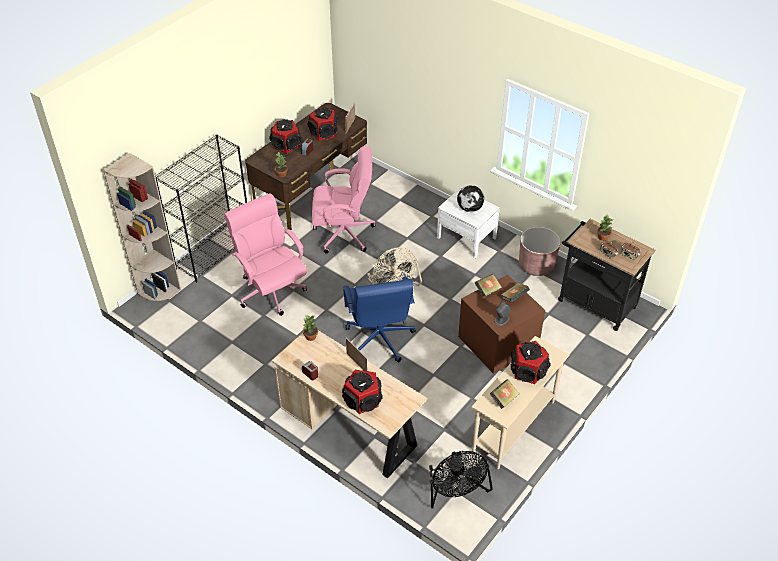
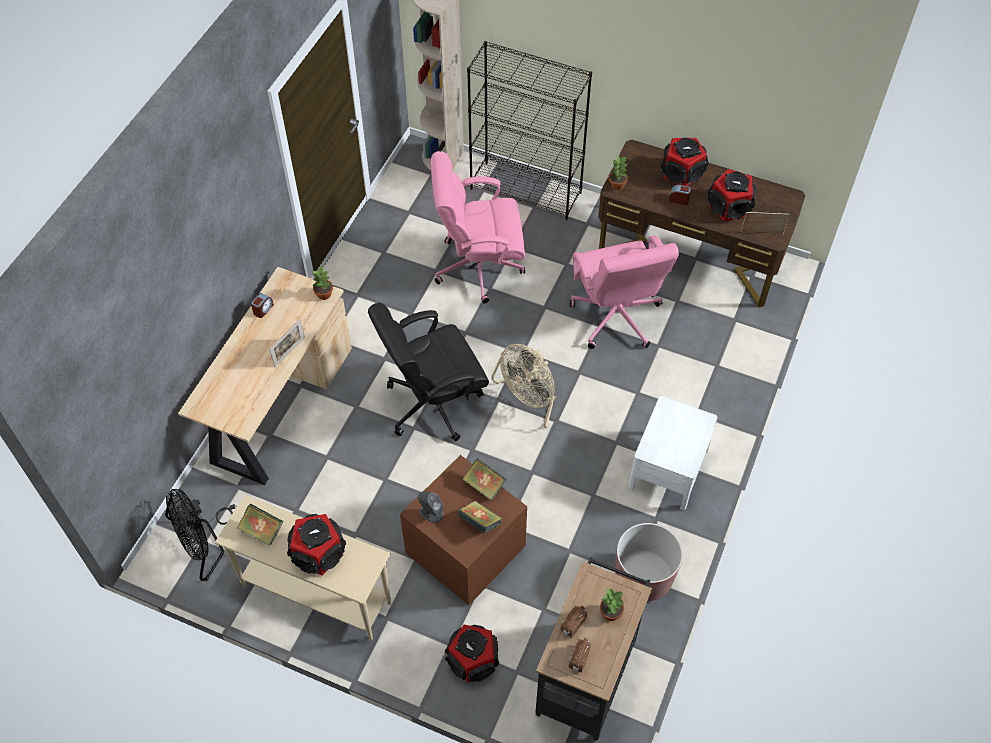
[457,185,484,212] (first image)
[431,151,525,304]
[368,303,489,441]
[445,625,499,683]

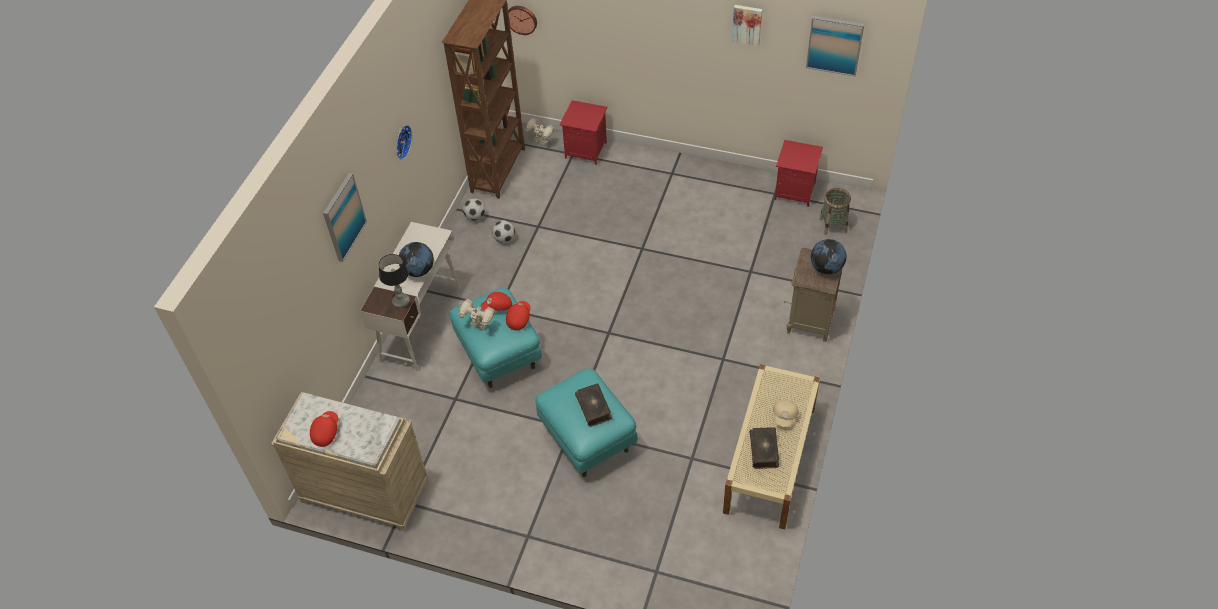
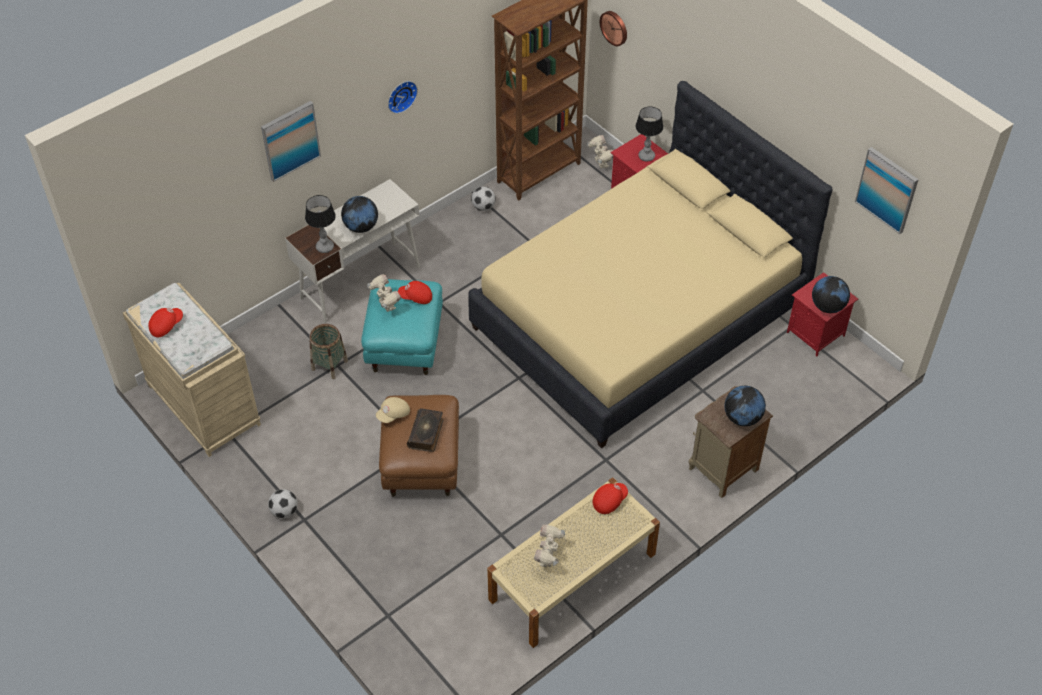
[732,5,762,46] (first image)
[310,324,348,379]
[268,489,298,518]
[593,483,628,514]
[379,395,459,497]
[376,397,410,423]
[534,524,565,567]
[468,81,832,448]
[635,107,663,161]
[812,276,850,313]

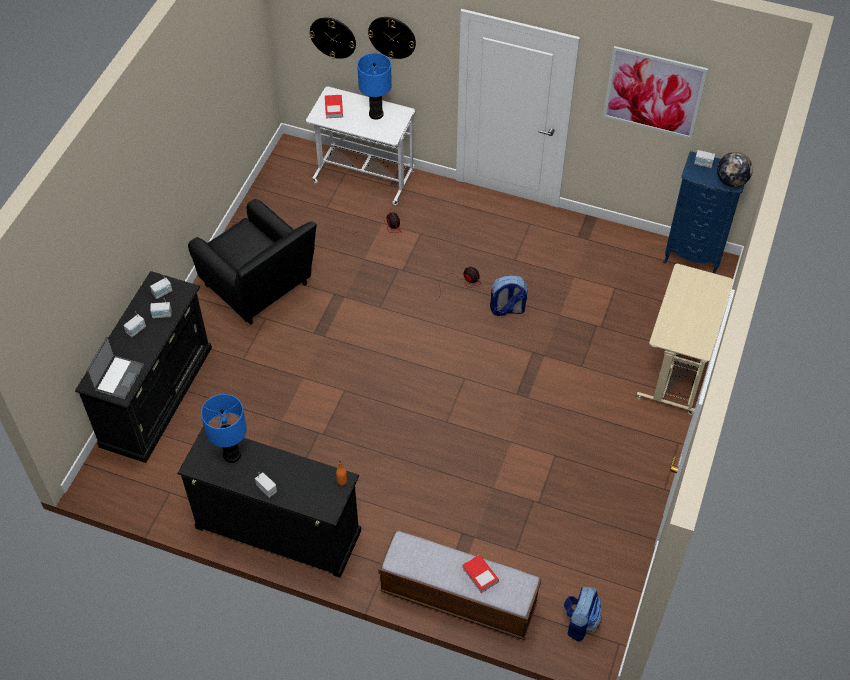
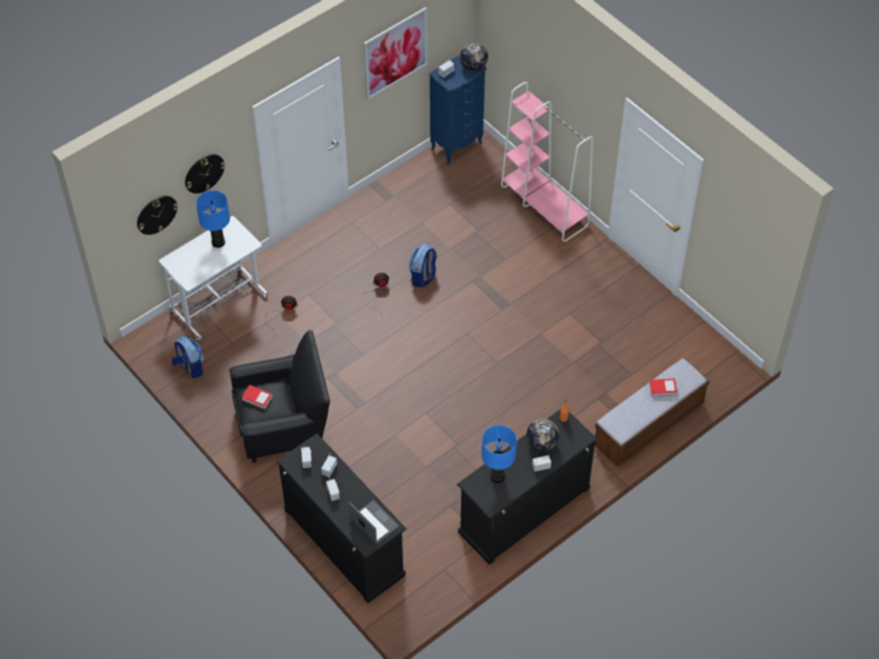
[242,385,273,409]
[501,82,593,242]
[172,335,204,378]
[526,419,559,451]

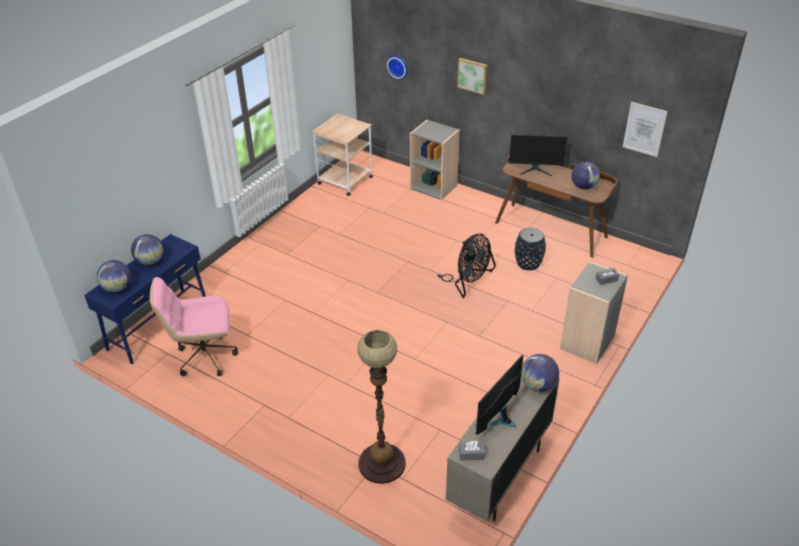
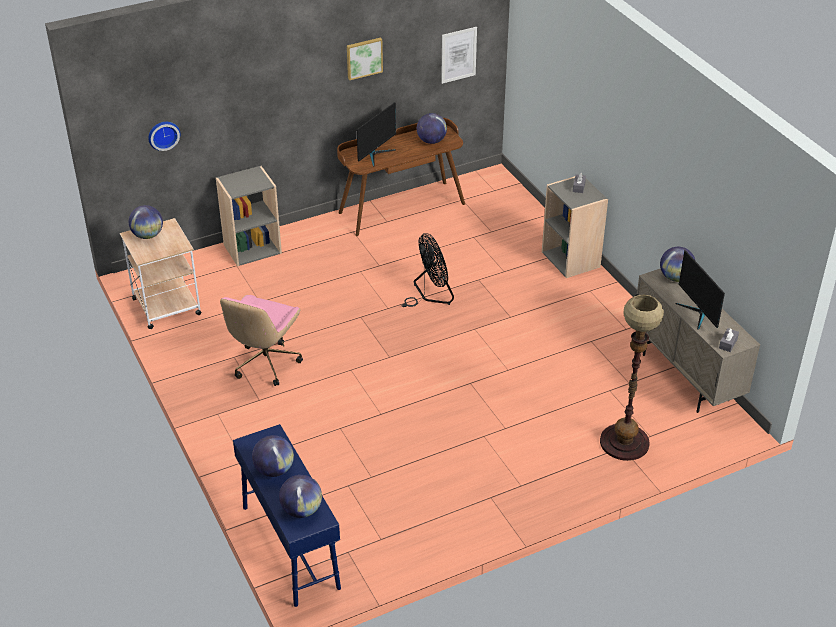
[347,38,383,80]
[515,228,546,270] (first image)
[220,295,303,386]
[129,205,163,239]

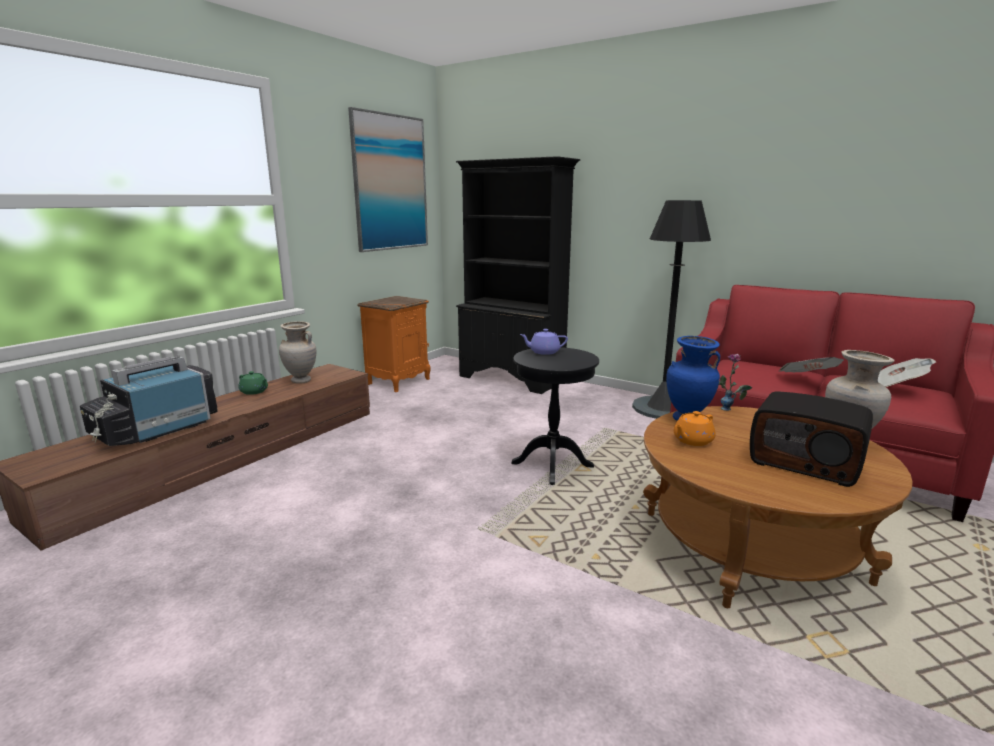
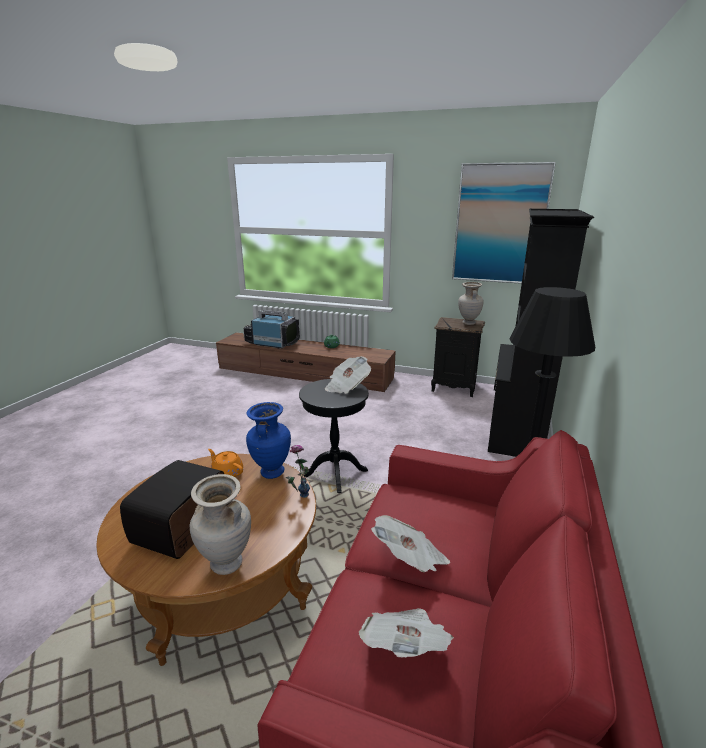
[431,317,485,397]
[458,282,484,325]
[325,356,371,394]

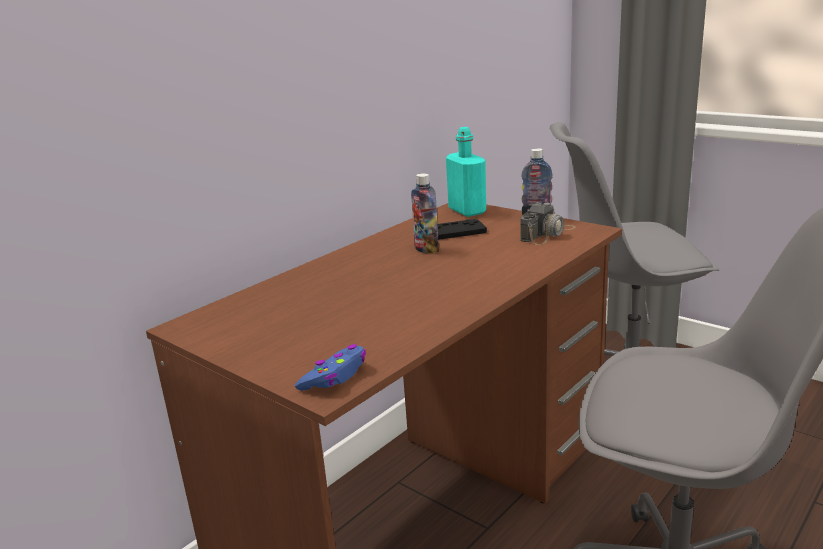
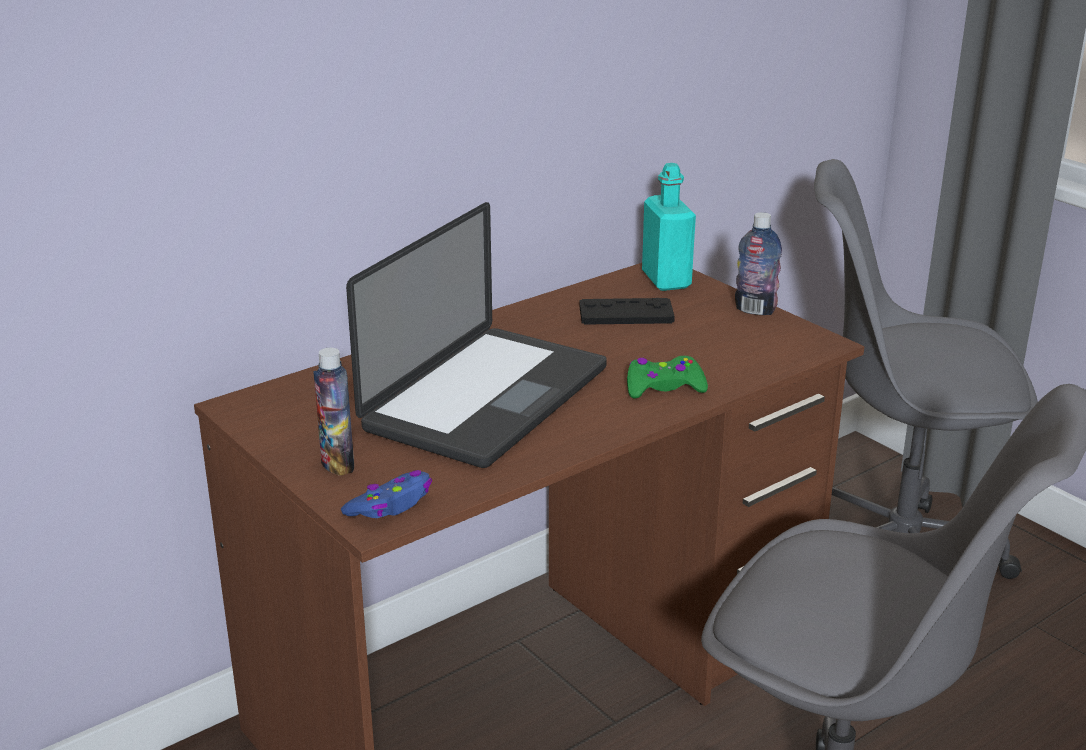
[314,348,354,476]
[520,202,576,245] (first image)
[346,202,607,468]
[627,356,708,398]

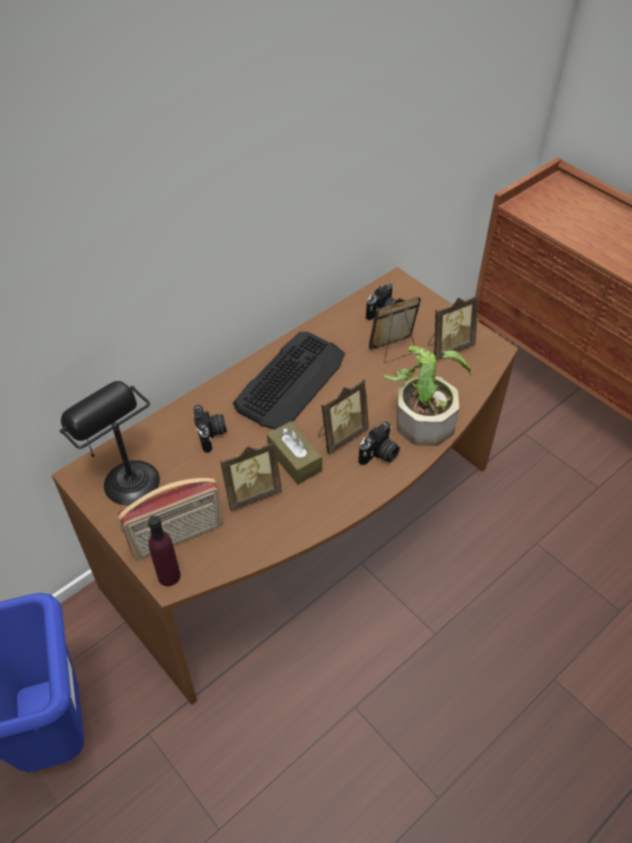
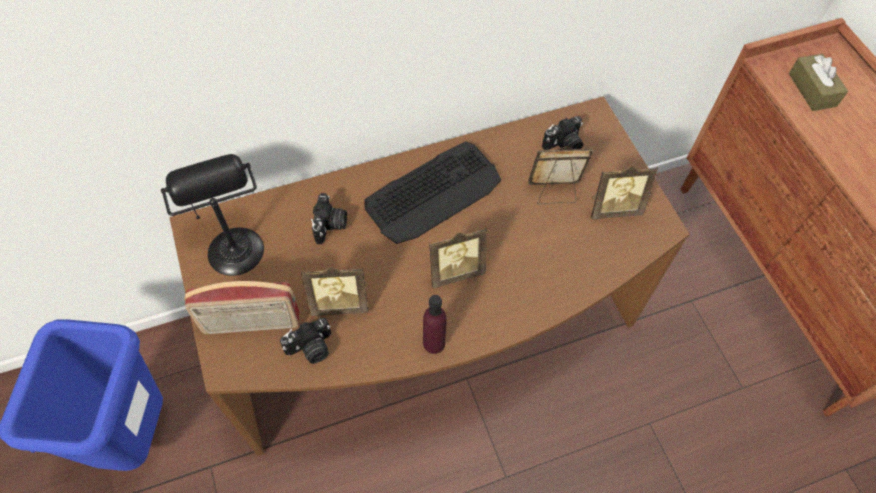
[383,346,471,446] (first image)
[789,54,848,111]
[280,318,331,364]
[423,295,447,354]

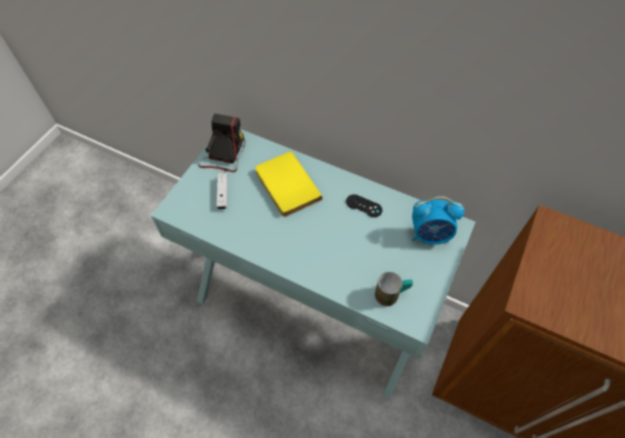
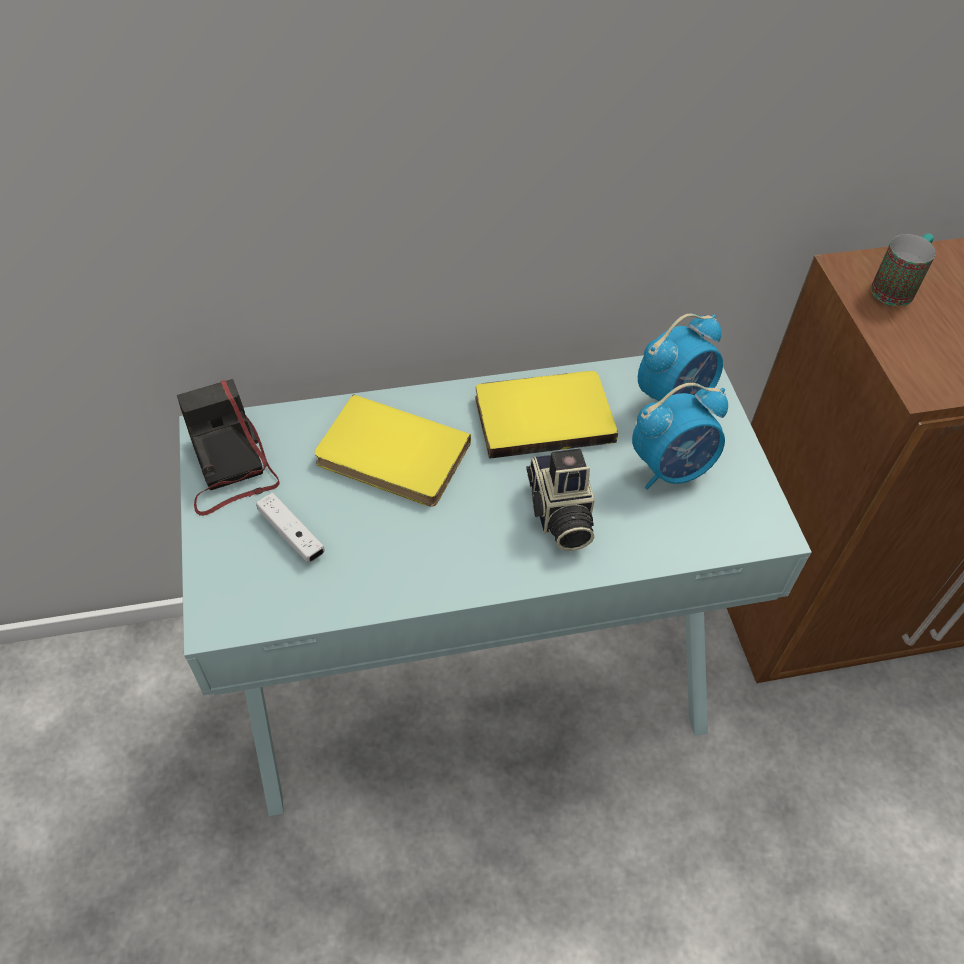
[475,371,618,459]
[871,233,936,306]
[632,383,728,489]
[526,448,595,551]

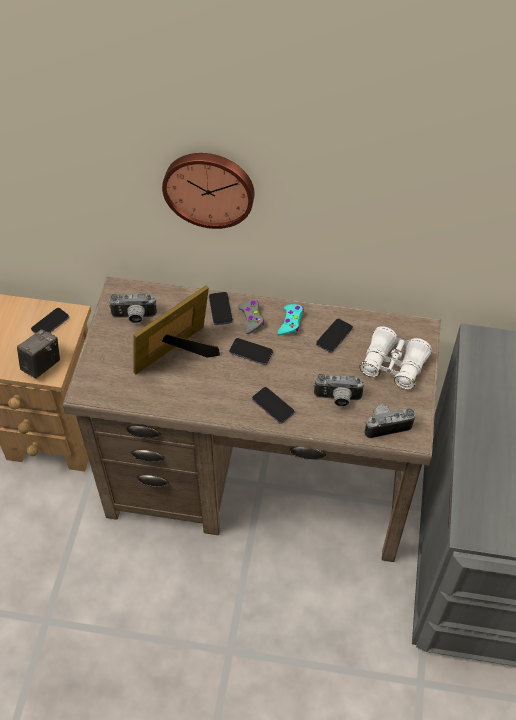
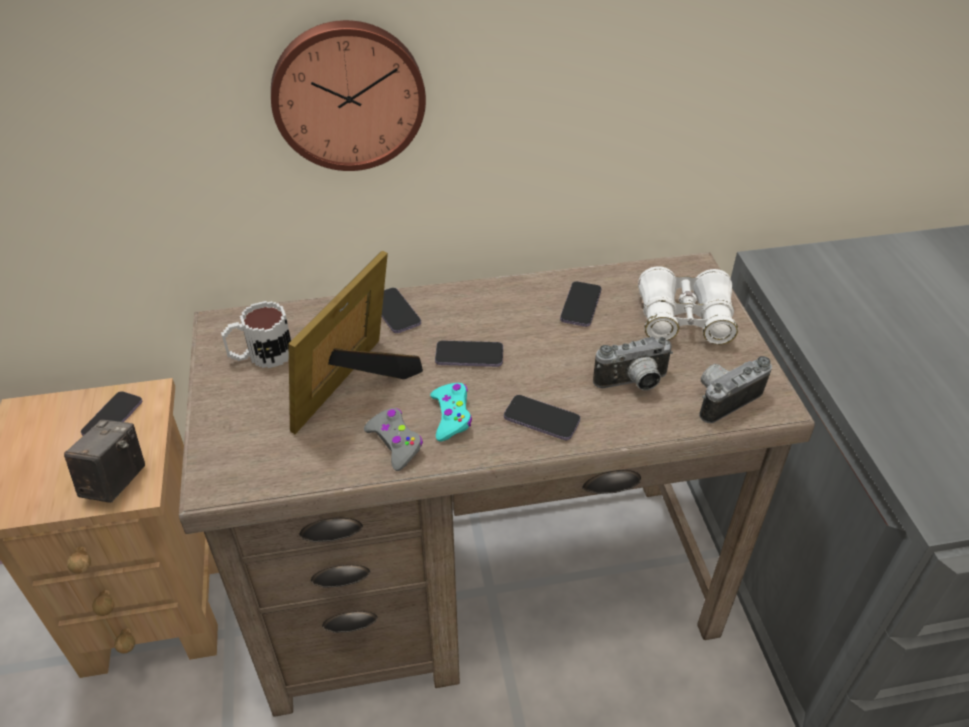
[221,301,291,368]
[364,408,423,471]
[430,383,472,441]

